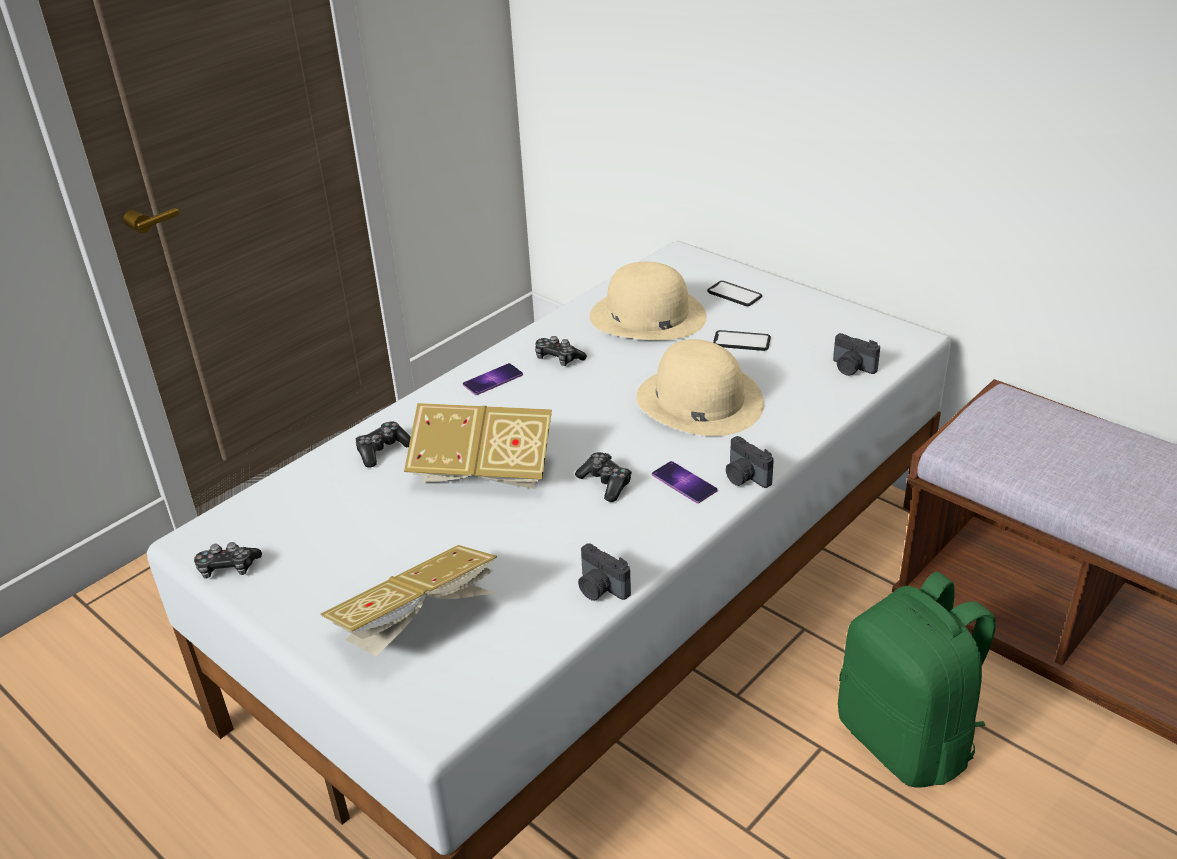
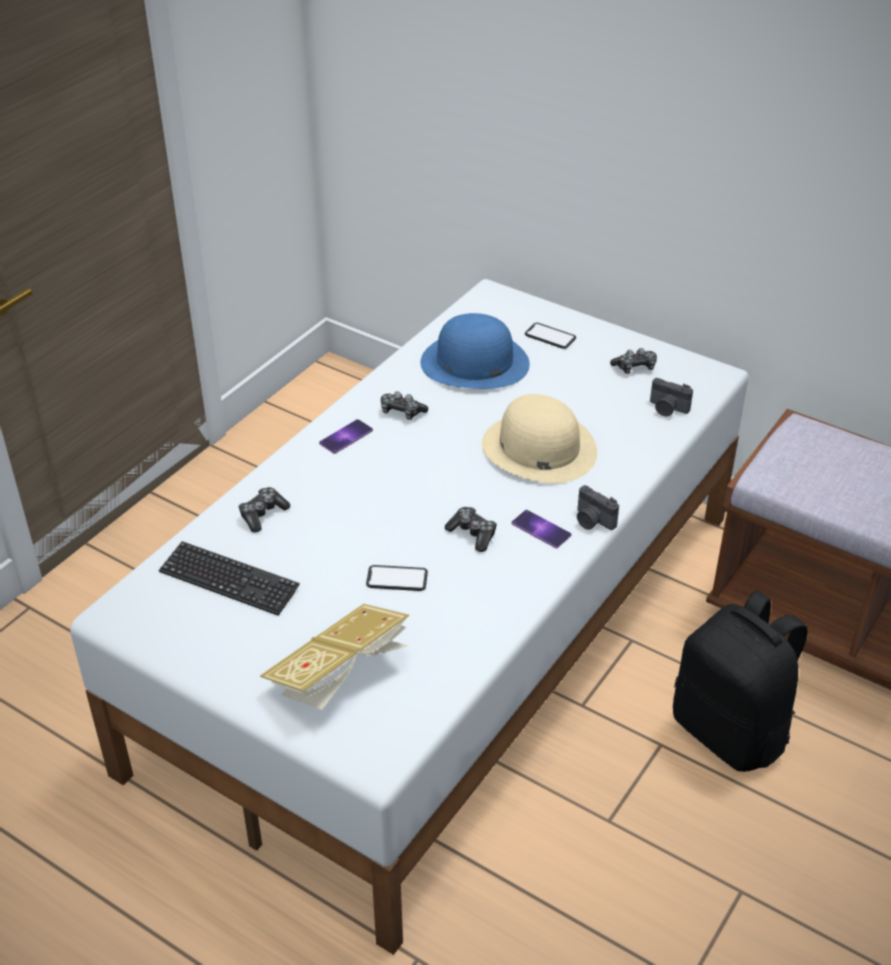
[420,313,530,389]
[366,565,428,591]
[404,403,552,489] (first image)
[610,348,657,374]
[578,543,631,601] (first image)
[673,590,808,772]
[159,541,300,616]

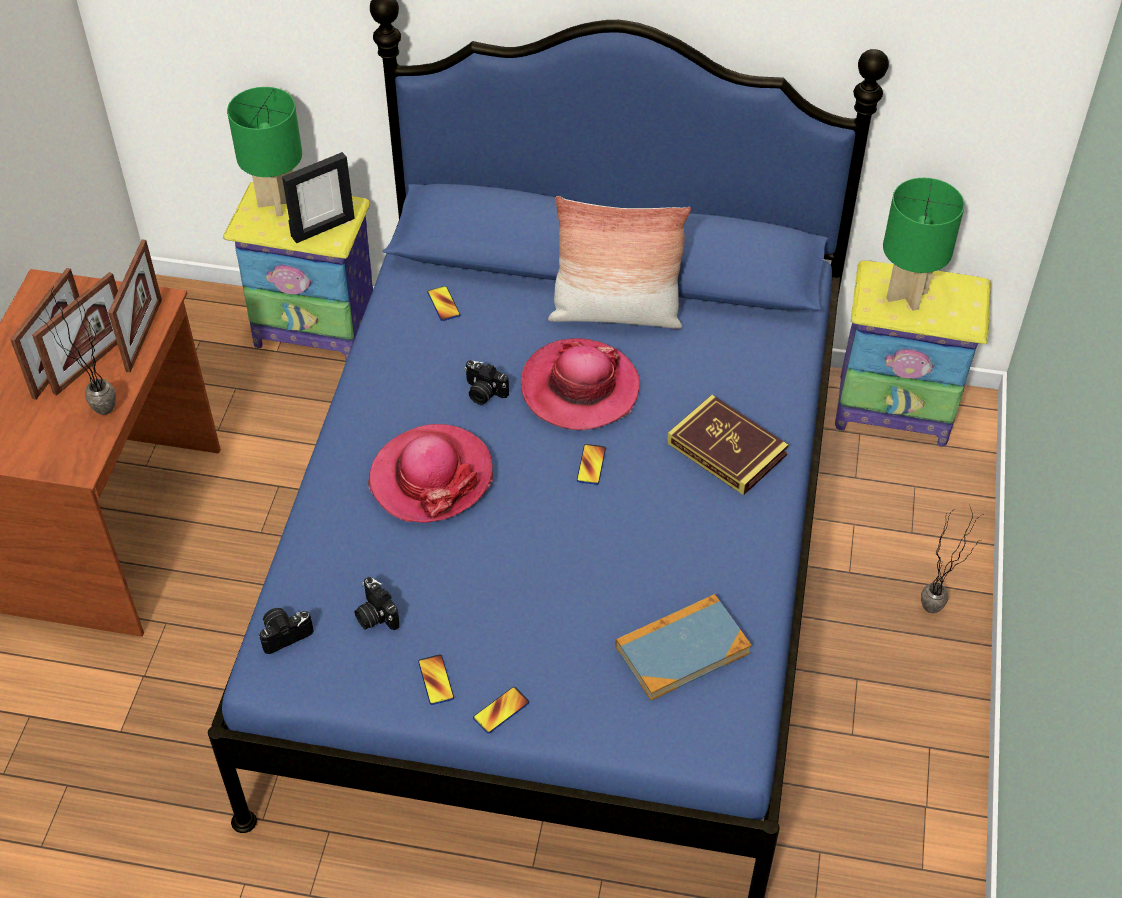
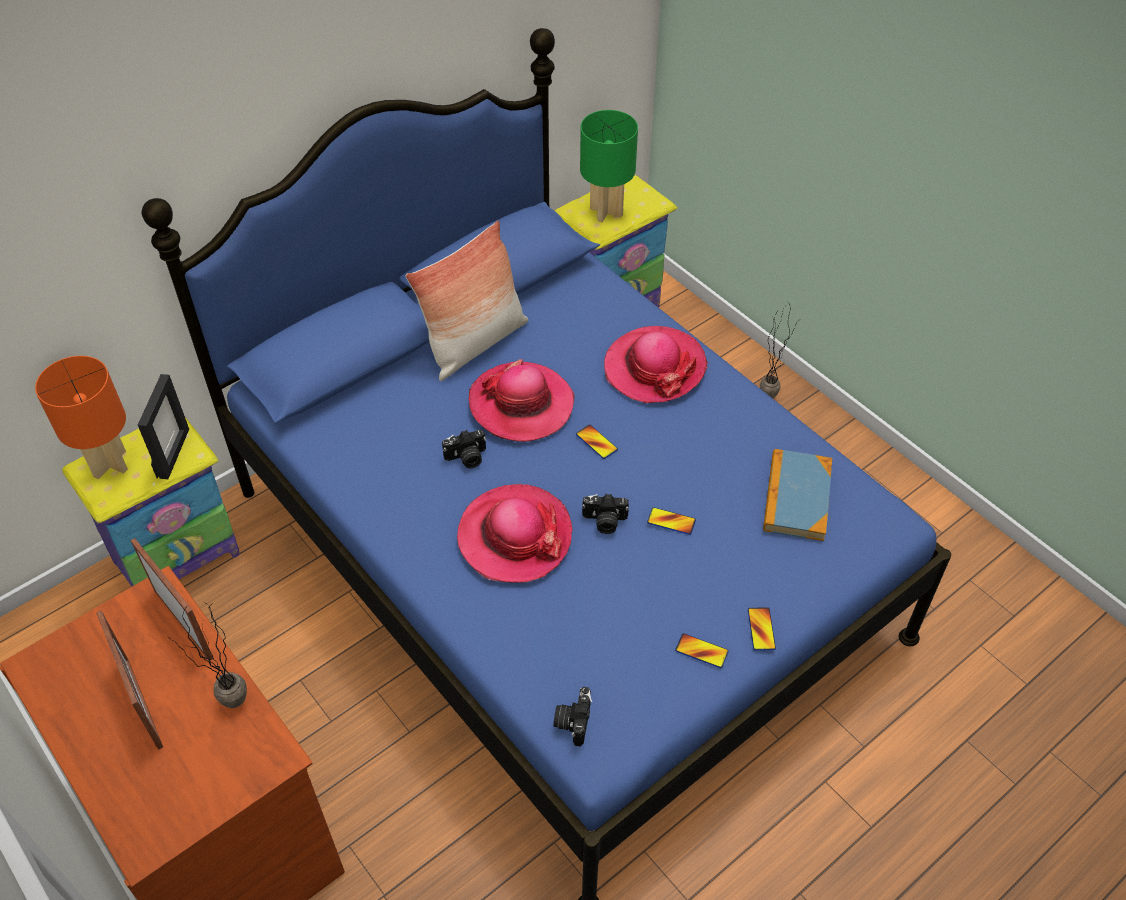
[35,356,128,479]
[32,272,118,396] (first image)
[647,507,696,535]
[604,326,708,403]
[582,494,629,534]

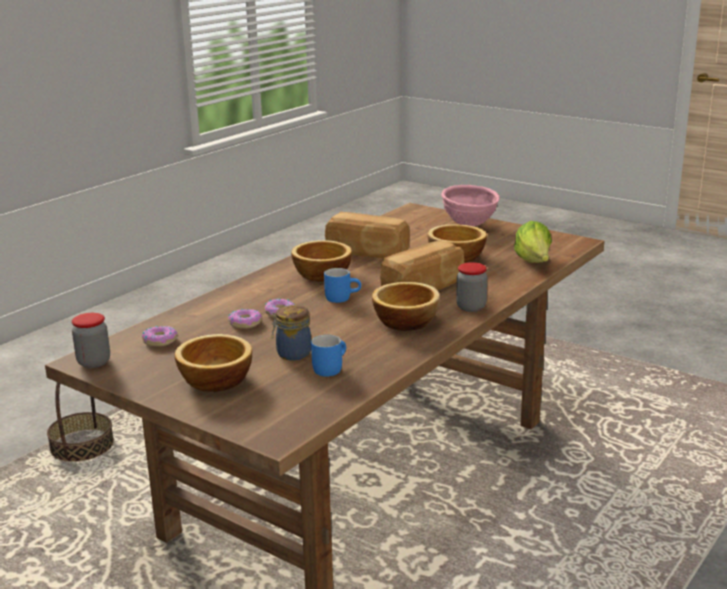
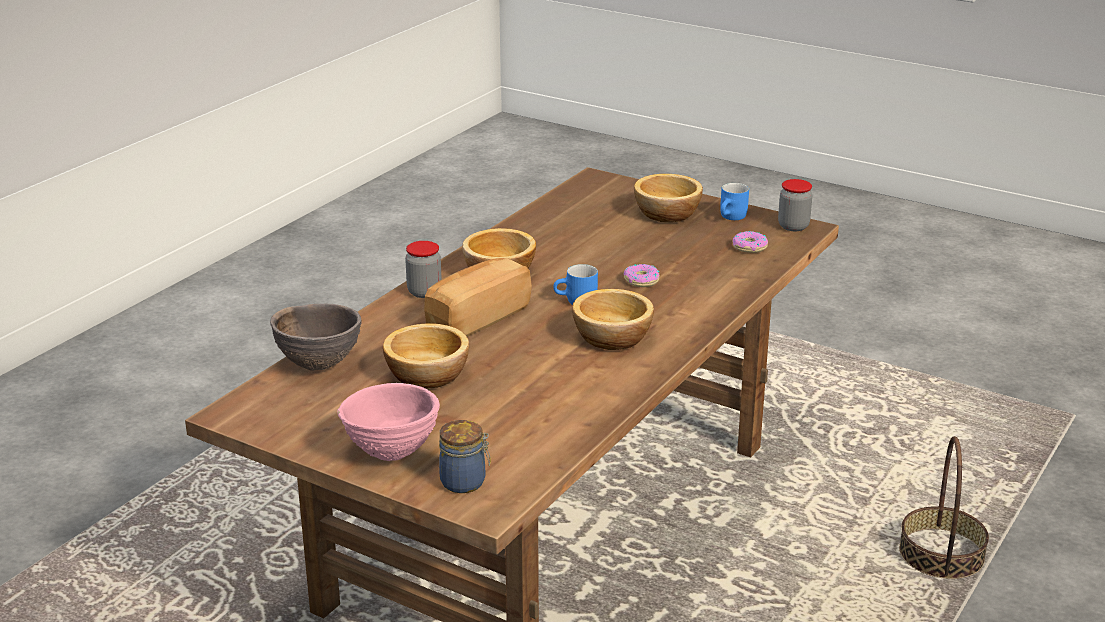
[325,212,410,258] (first image)
[270,304,362,371]
[439,420,491,493]
[228,309,262,329] (first image)
[720,183,749,220]

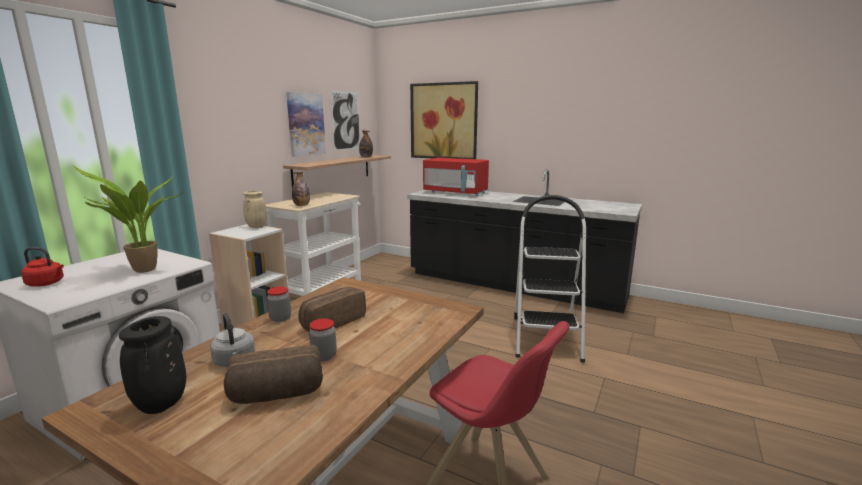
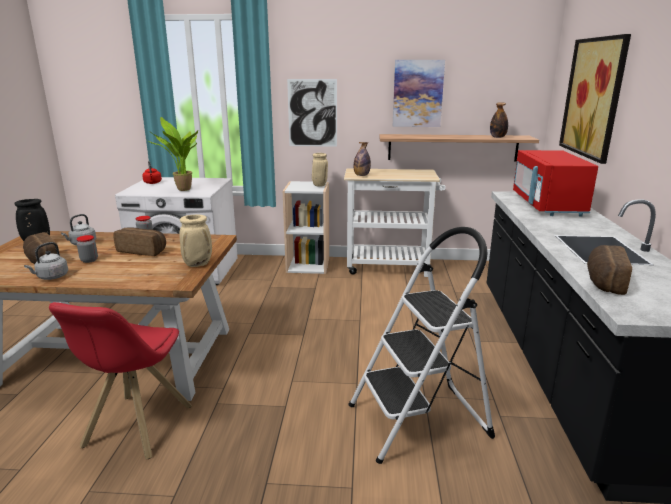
[287,79,337,147]
[179,215,212,267]
[24,242,68,280]
[587,245,632,295]

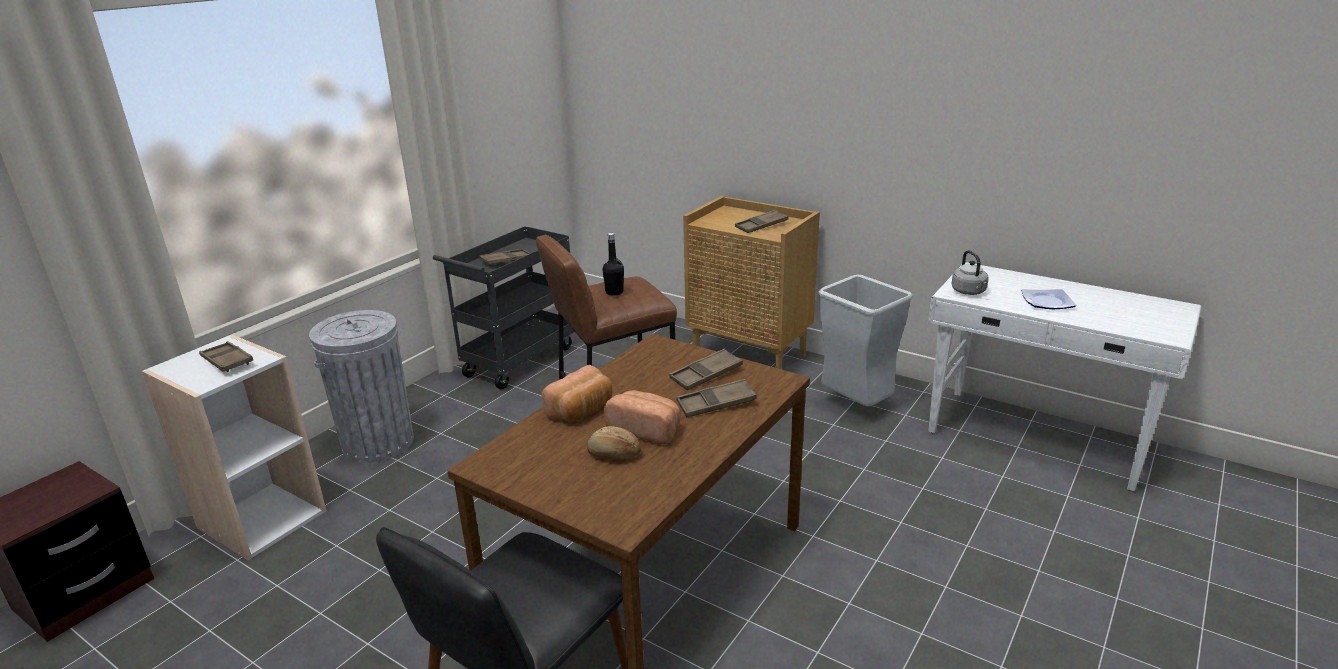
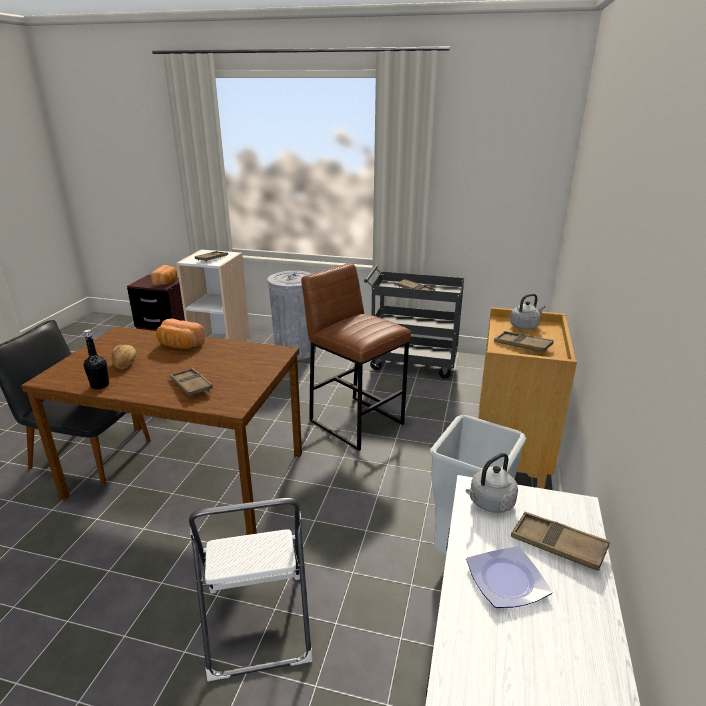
[84,330,109,389]
[511,512,610,571]
[151,265,177,286]
[510,294,545,330]
[189,498,312,681]

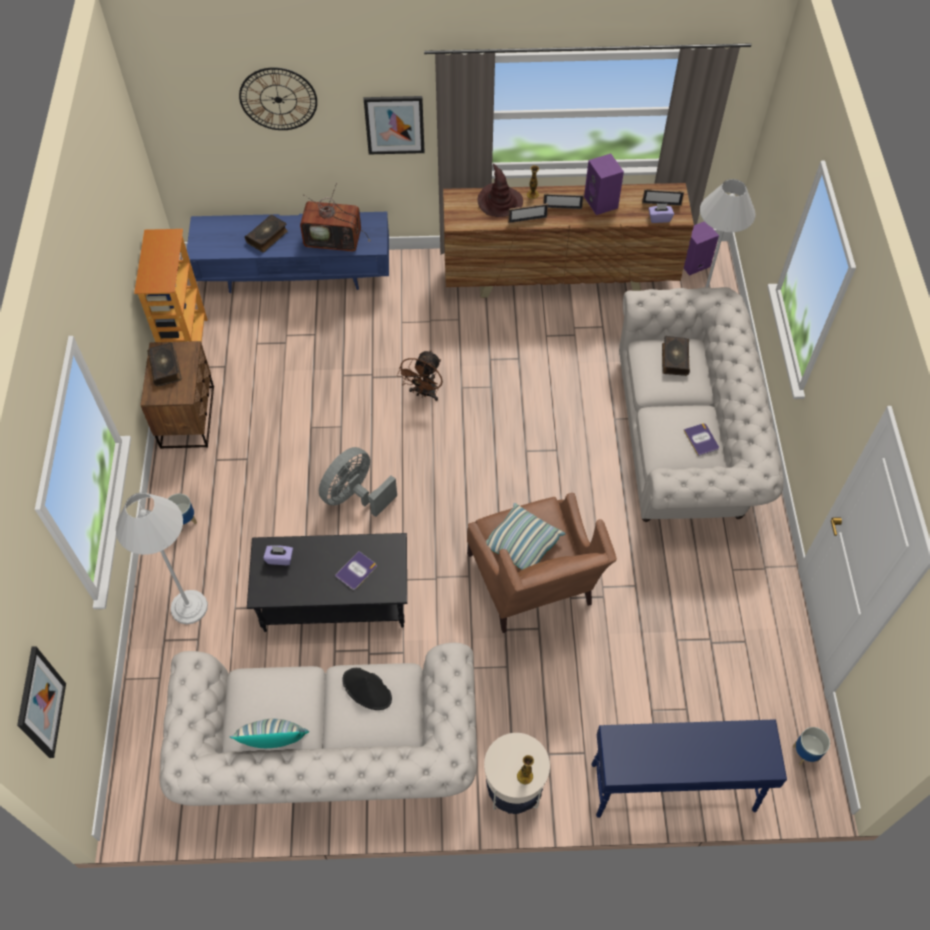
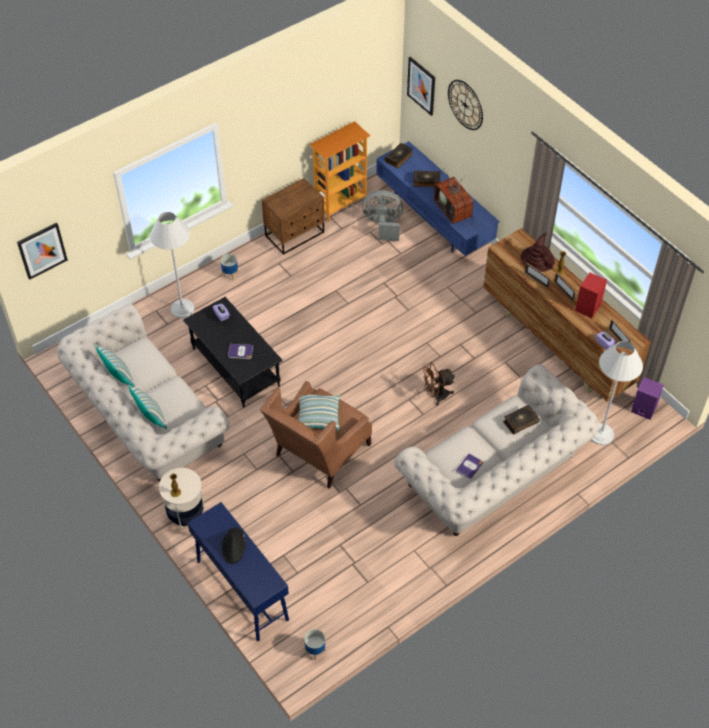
[407,57,435,116]
[575,272,607,318]
[384,143,413,168]
[423,362,455,406]
[362,190,403,241]
[222,527,246,564]
[128,384,167,429]

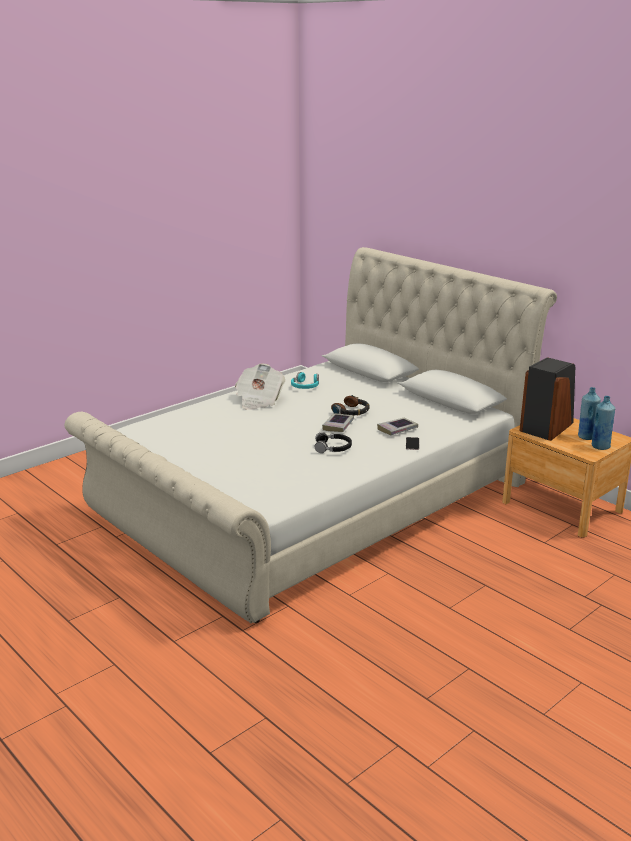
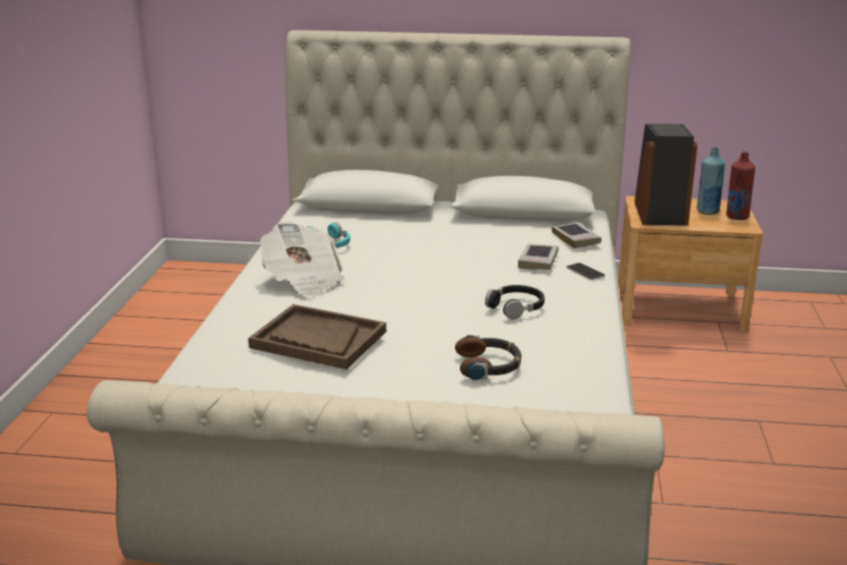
[455,335,522,381]
[726,152,755,220]
[552,222,601,248]
[248,304,386,370]

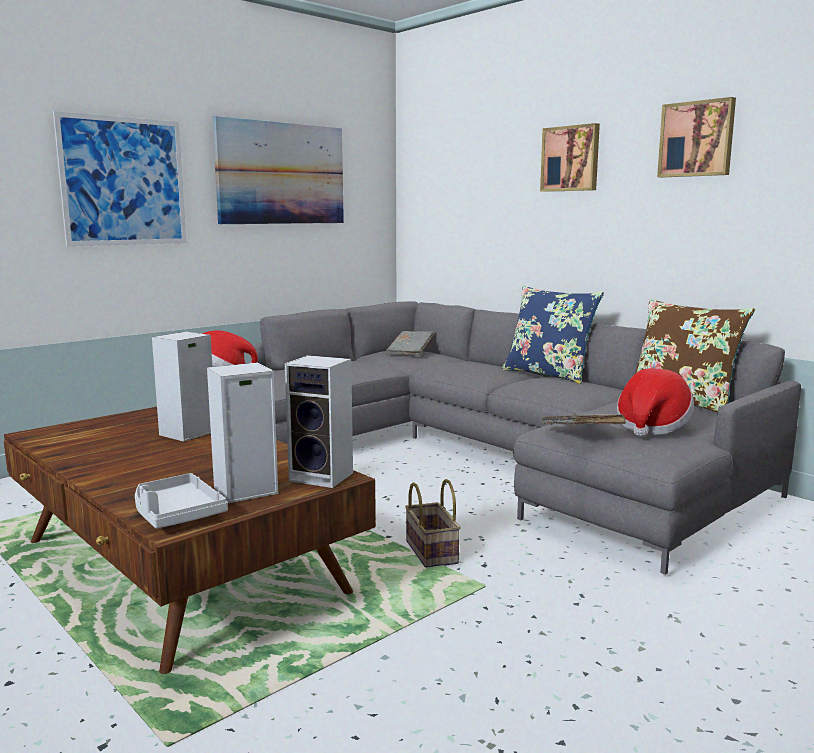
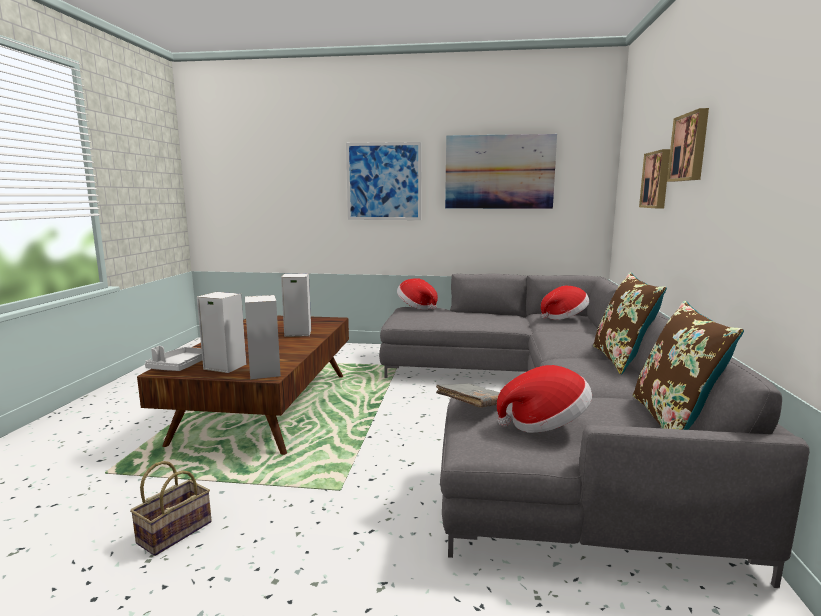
[639,149,670,209]
[593,272,667,374]
[541,286,590,320]
[130,461,212,556]

